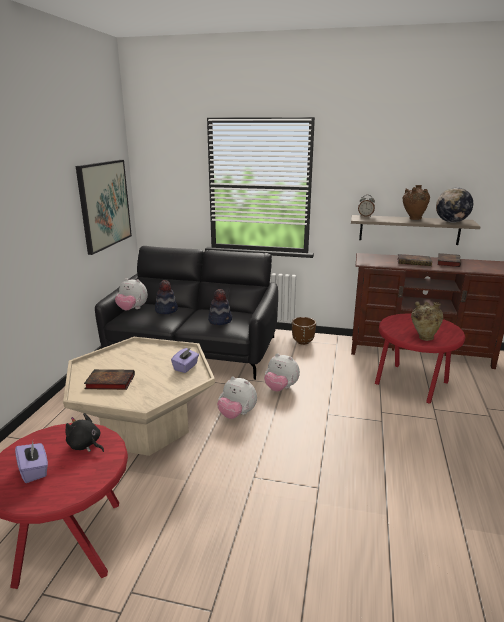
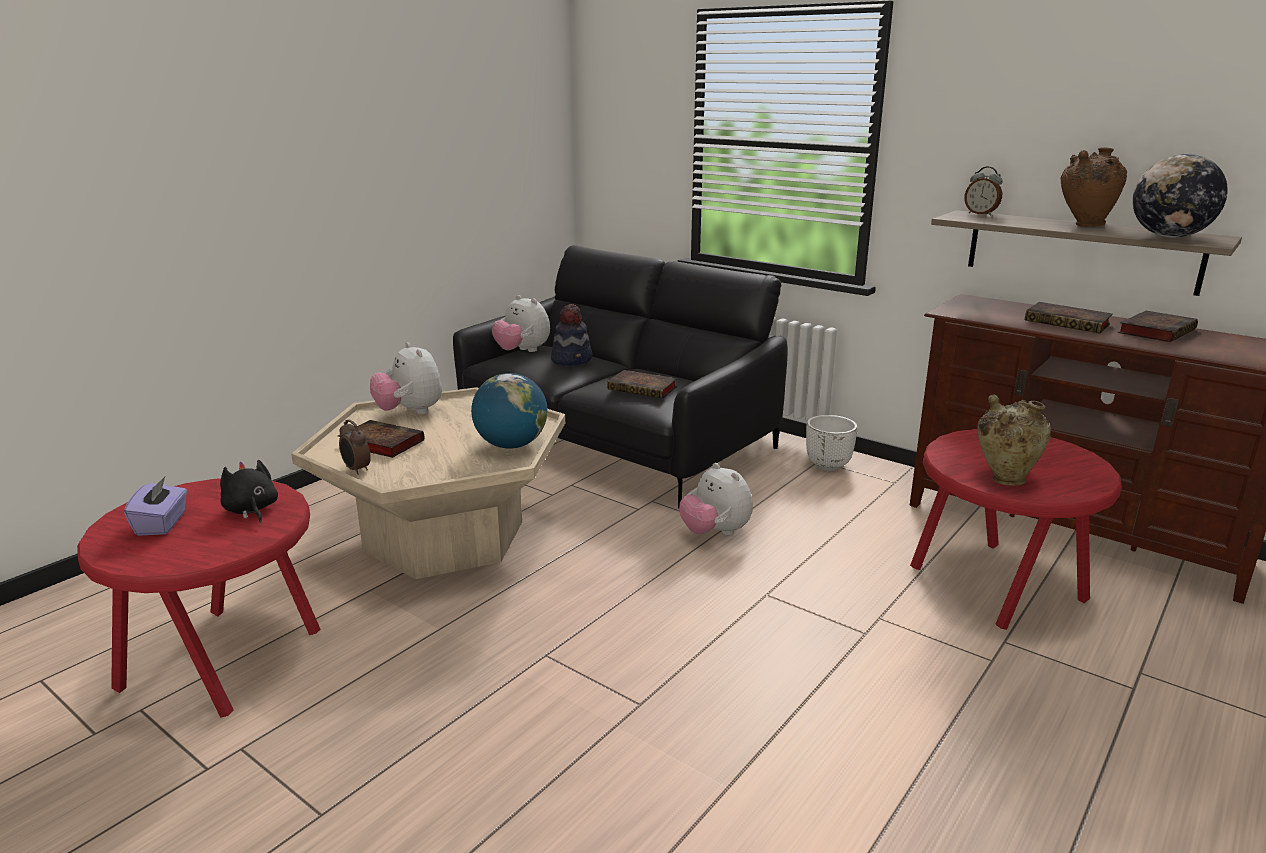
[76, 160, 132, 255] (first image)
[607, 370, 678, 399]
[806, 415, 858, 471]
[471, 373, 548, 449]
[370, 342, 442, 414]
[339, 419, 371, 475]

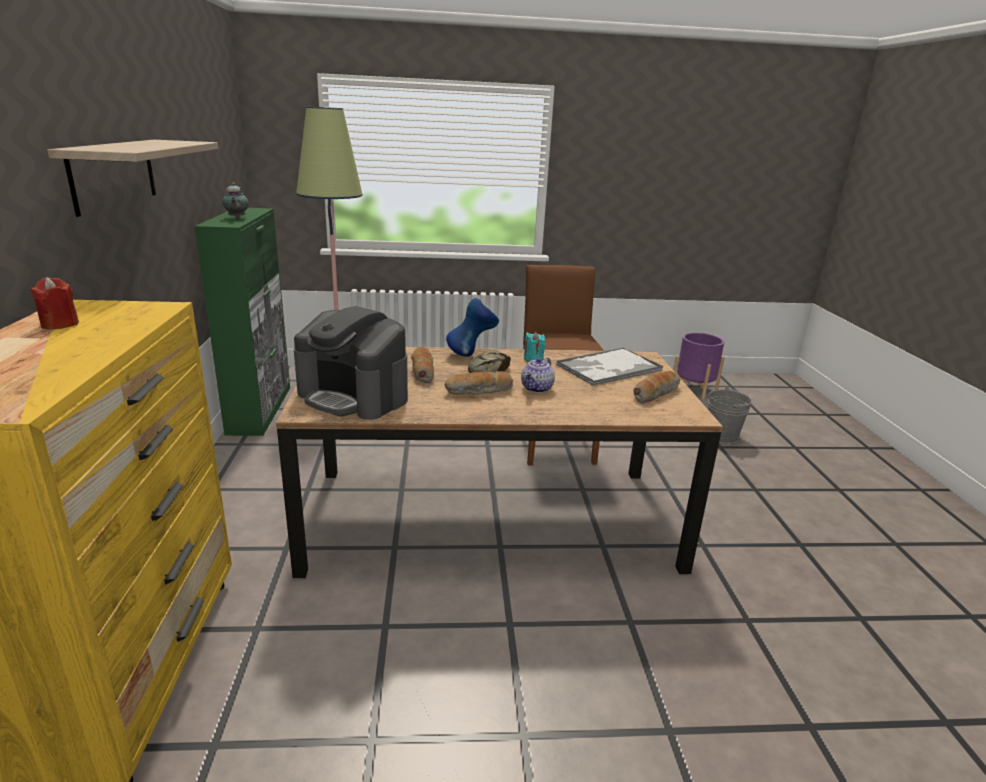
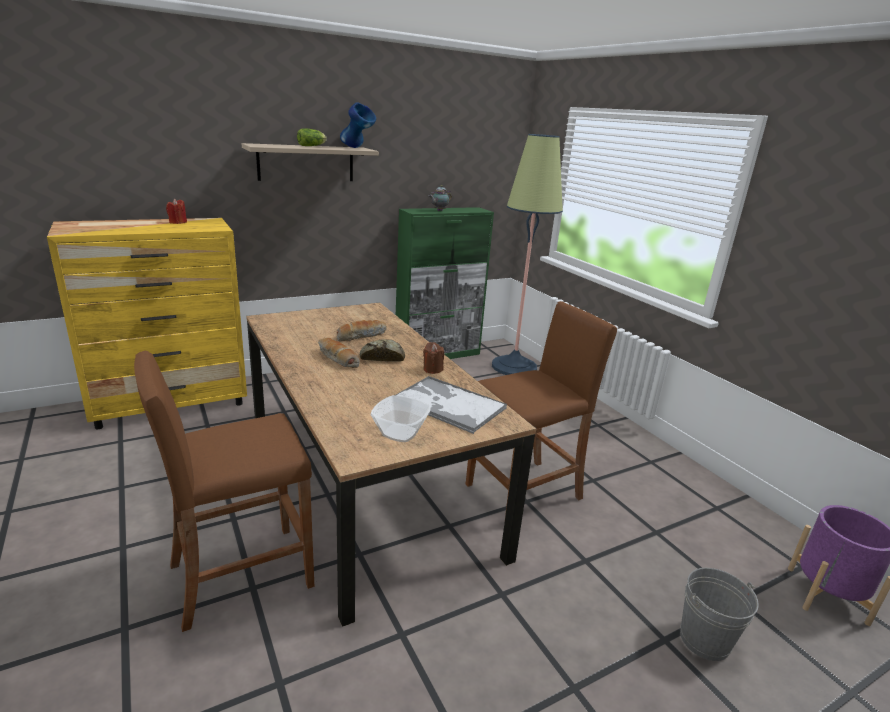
[340, 102, 376, 148]
[294, 306, 408, 420] (first image)
[423, 342, 444, 374]
[521, 357, 555, 393] (first image)
[371, 395, 430, 442]
[297, 129, 327, 146]
[134, 351, 314, 632]

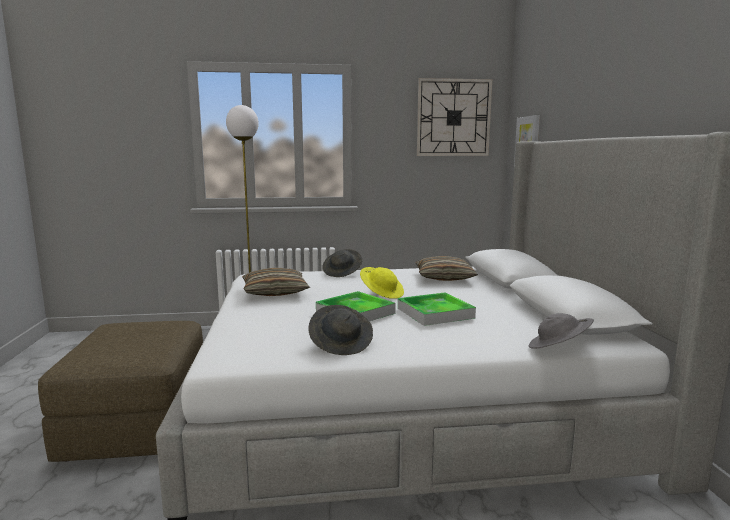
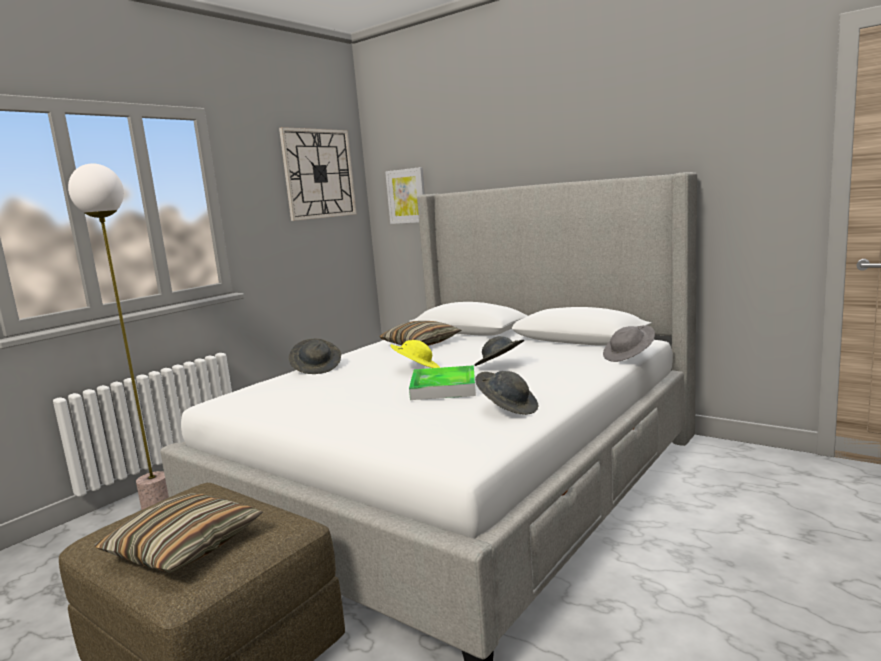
[94, 493, 263, 573]
[475, 336, 524, 366]

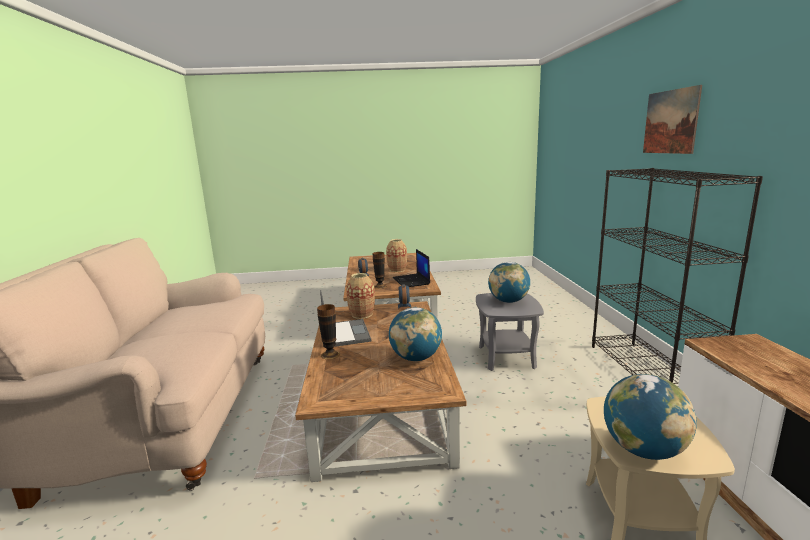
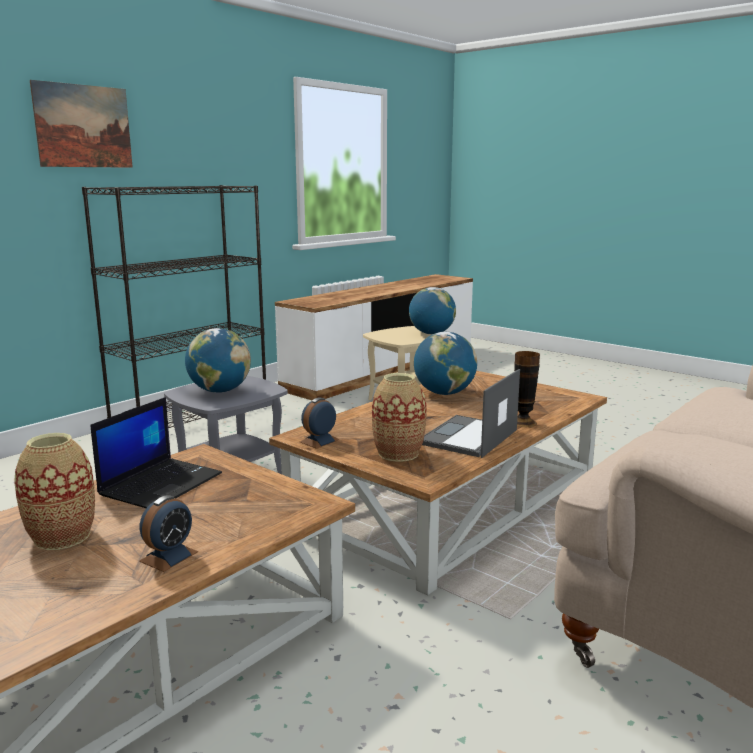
[373, 252, 387, 289] (first image)

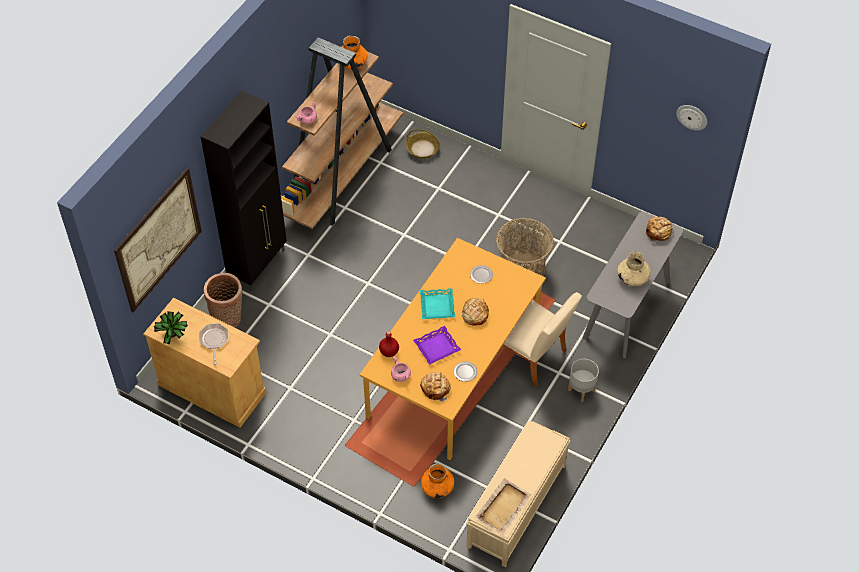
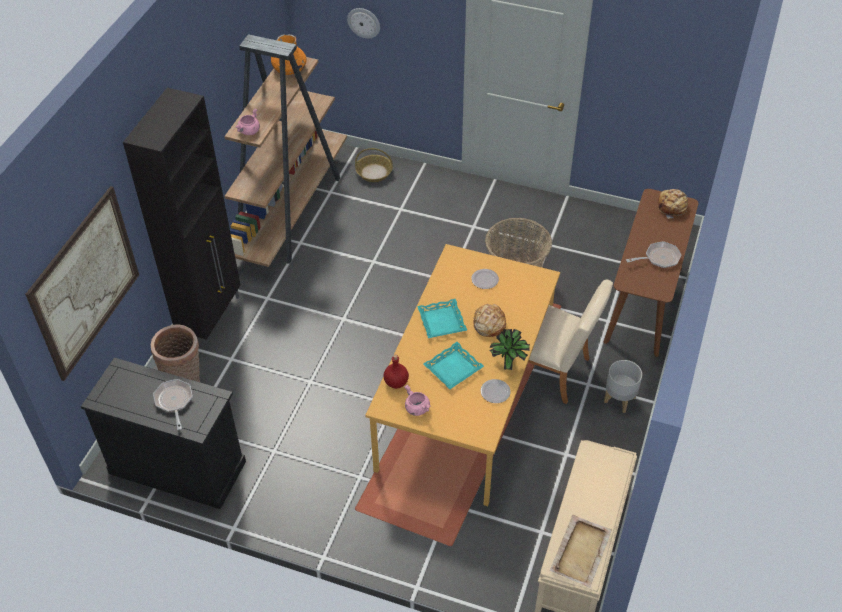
[347, 8, 380, 39]
[603, 189, 699, 357]
[626, 241, 682, 268]
[81, 357, 246, 509]
[489, 329, 530, 370]
[423, 342, 484, 389]
[420, 372, 451, 402] (first image)
[421, 463, 454, 498] (first image)

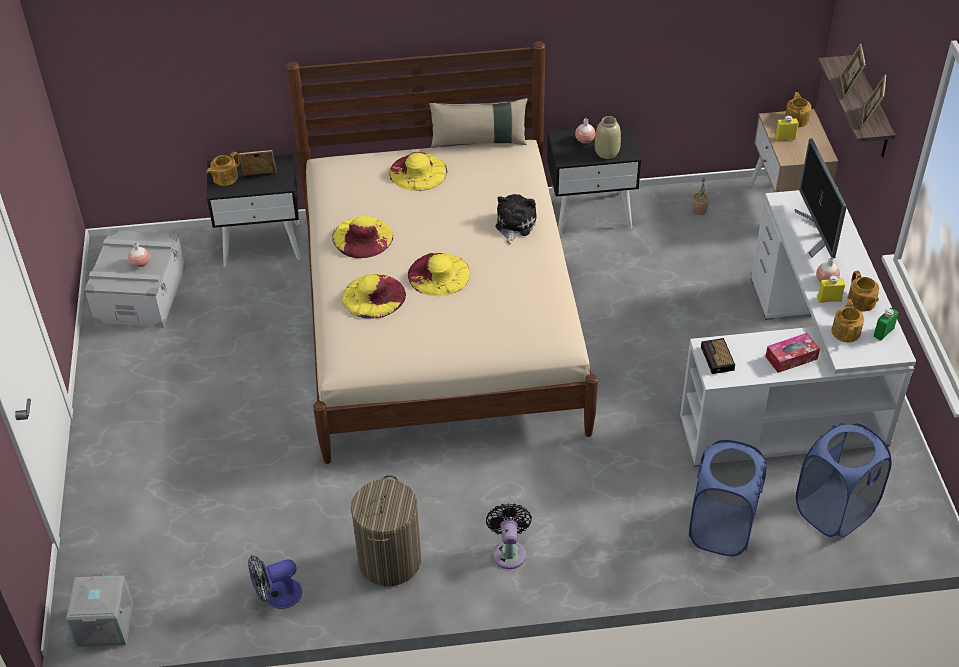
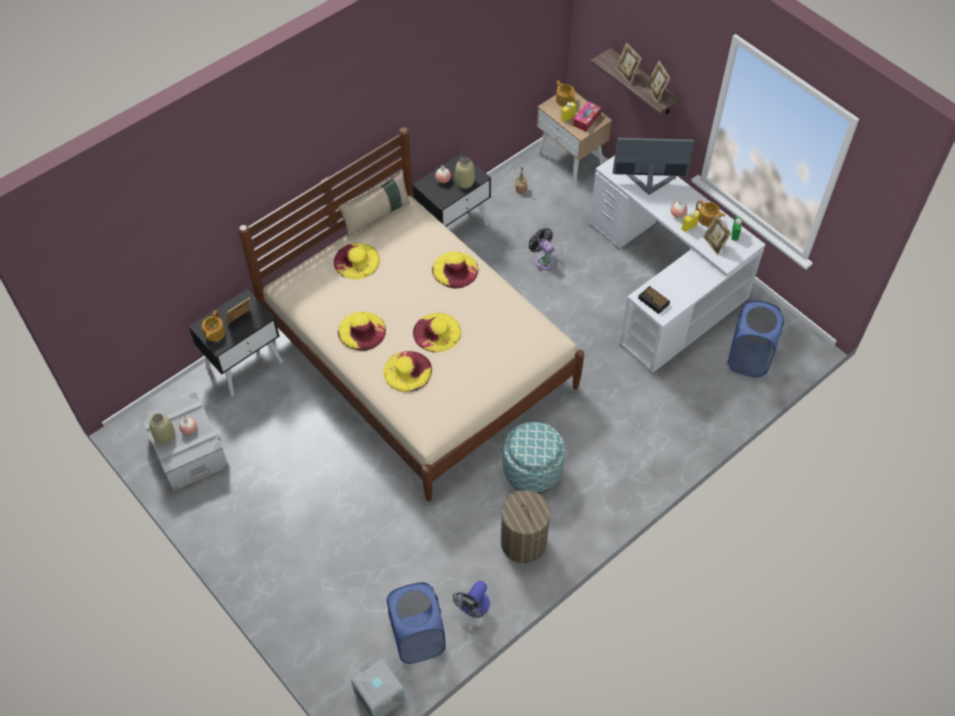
[613, 138, 695, 195]
[432, 252, 478, 288]
[703, 214, 732, 255]
[573, 101, 601, 131]
[387, 582, 446, 664]
[528, 228, 556, 270]
[149, 413, 175, 444]
[503, 422, 565, 493]

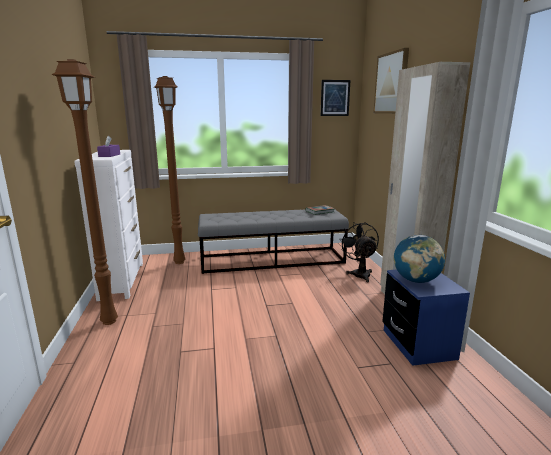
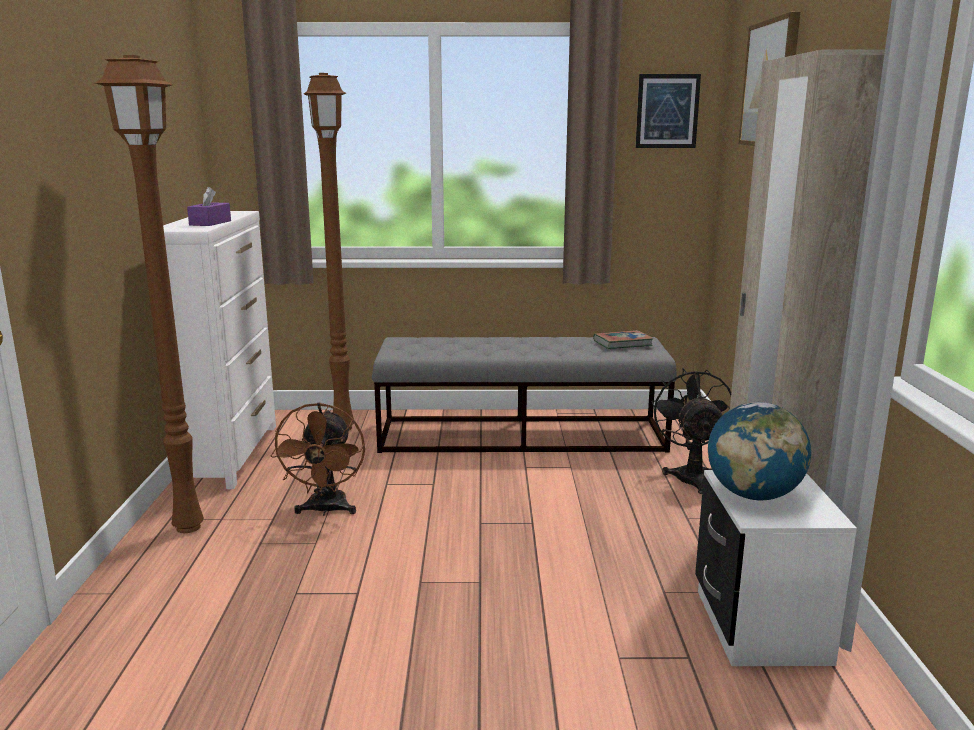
[695, 470, 857, 666]
[271, 403, 365, 516]

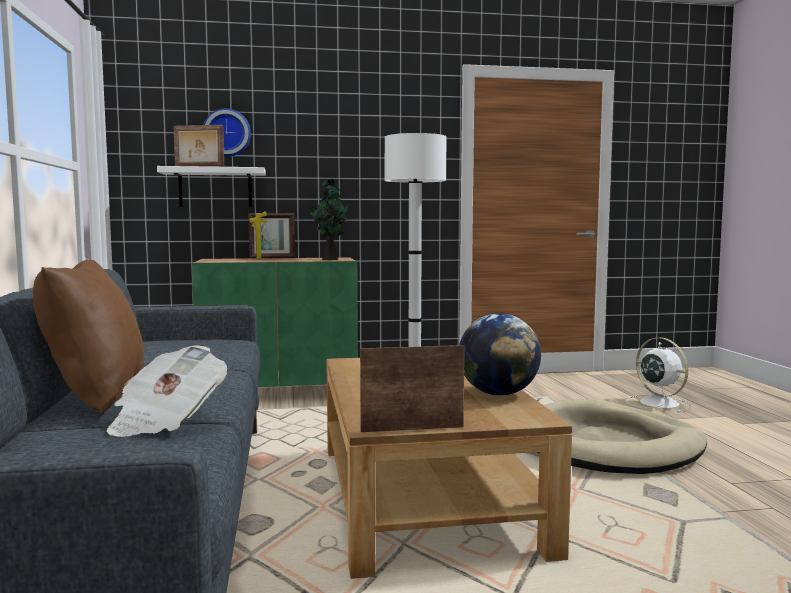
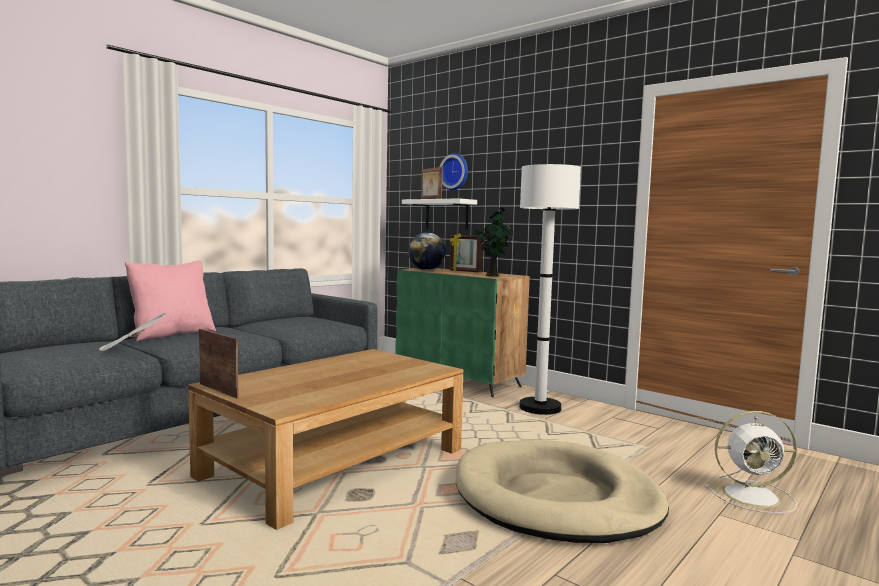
[125, 260, 216, 341]
[408, 232, 446, 270]
[705, 411, 797, 514]

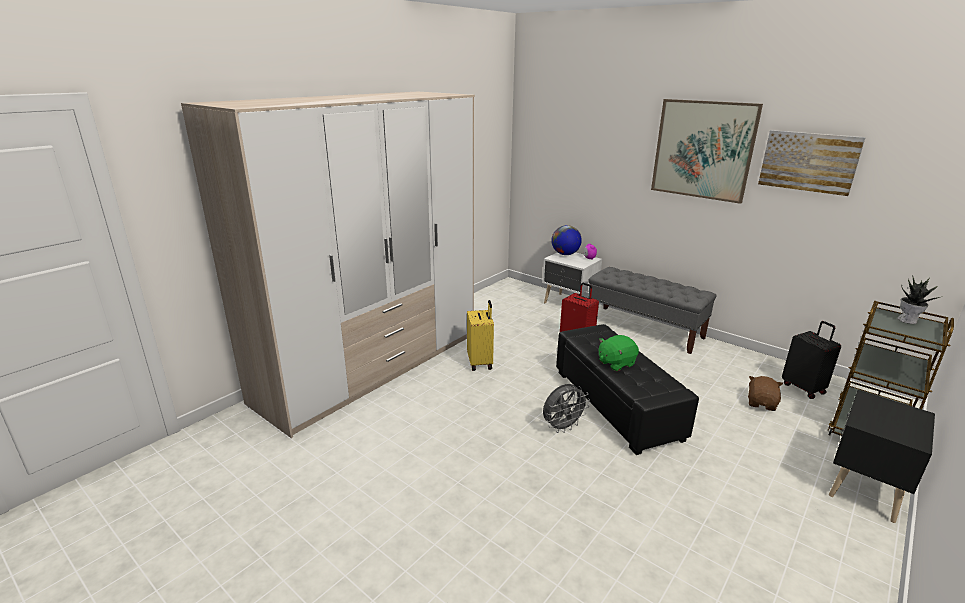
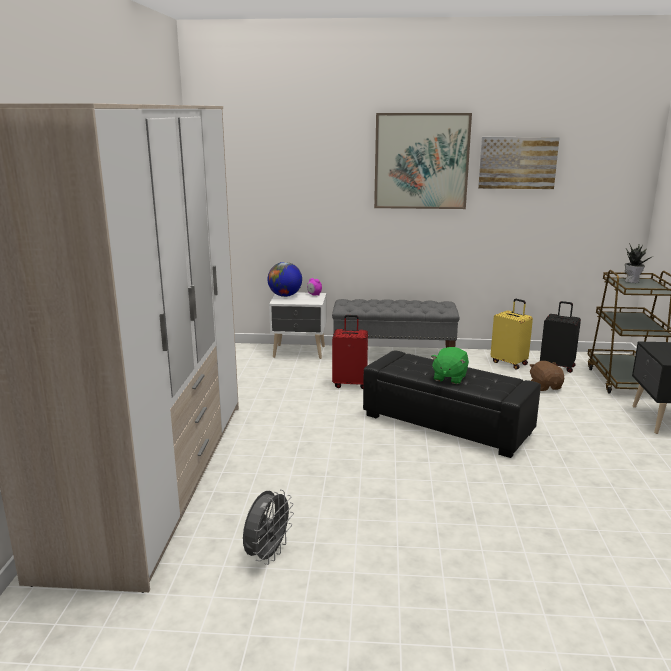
[491, 299, 533, 369]
[243, 489, 294, 565]

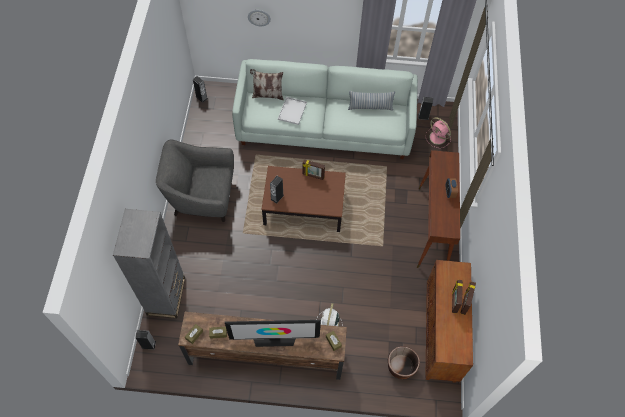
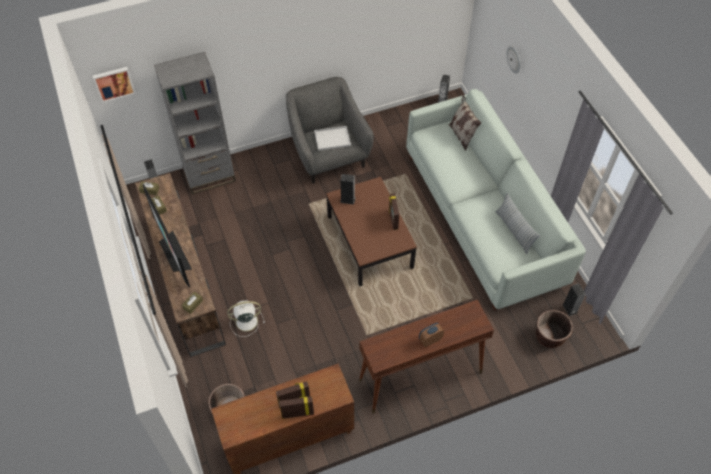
[314, 126, 351, 151]
[536, 310, 573, 348]
[93, 67, 136, 103]

